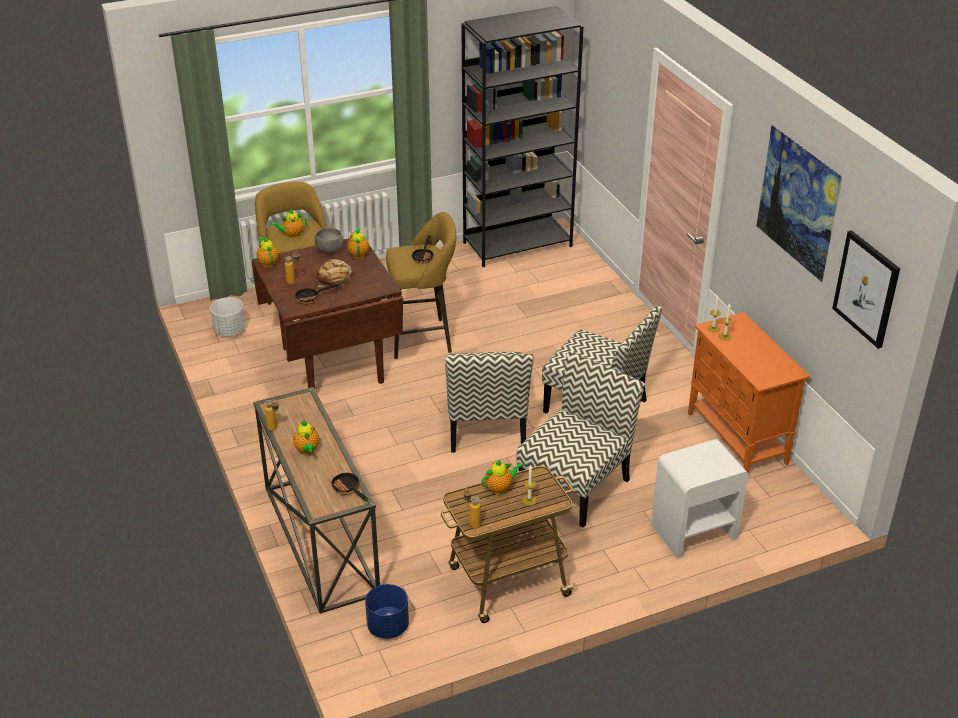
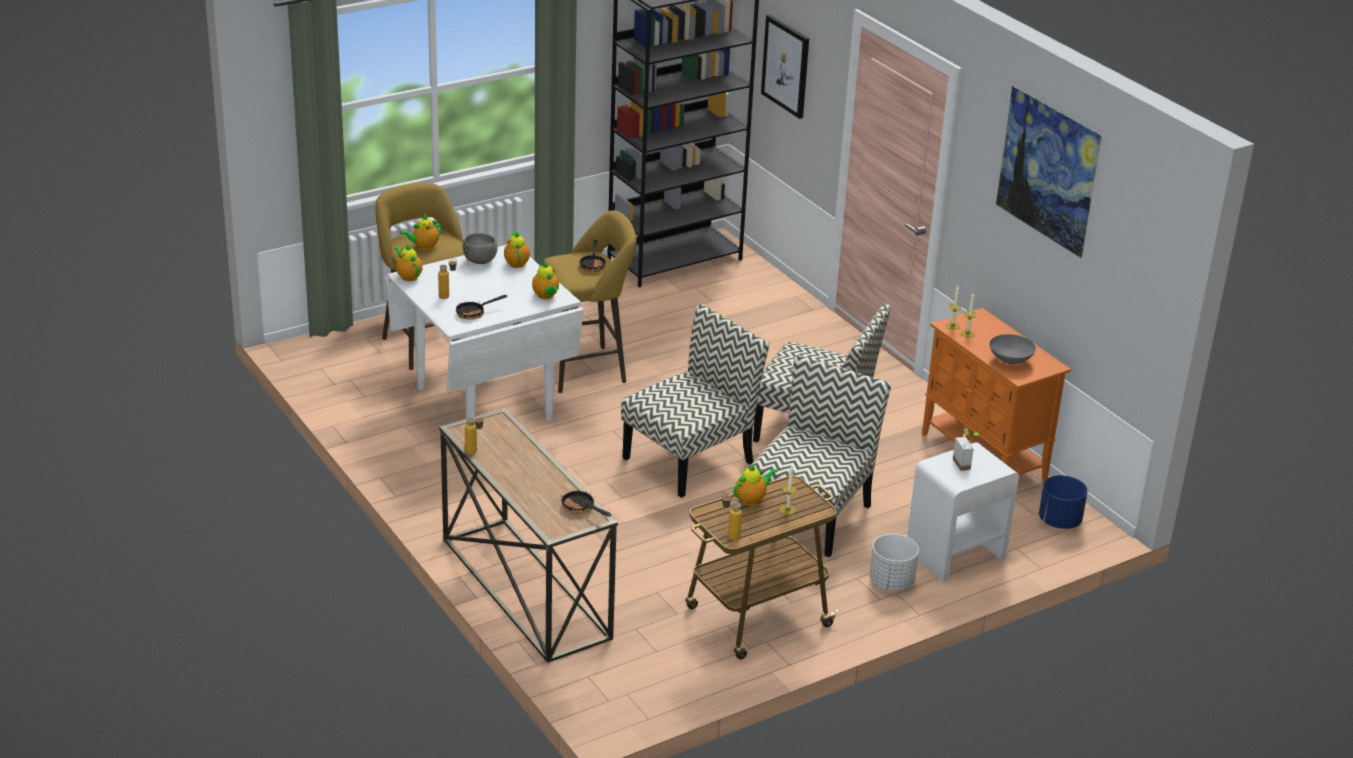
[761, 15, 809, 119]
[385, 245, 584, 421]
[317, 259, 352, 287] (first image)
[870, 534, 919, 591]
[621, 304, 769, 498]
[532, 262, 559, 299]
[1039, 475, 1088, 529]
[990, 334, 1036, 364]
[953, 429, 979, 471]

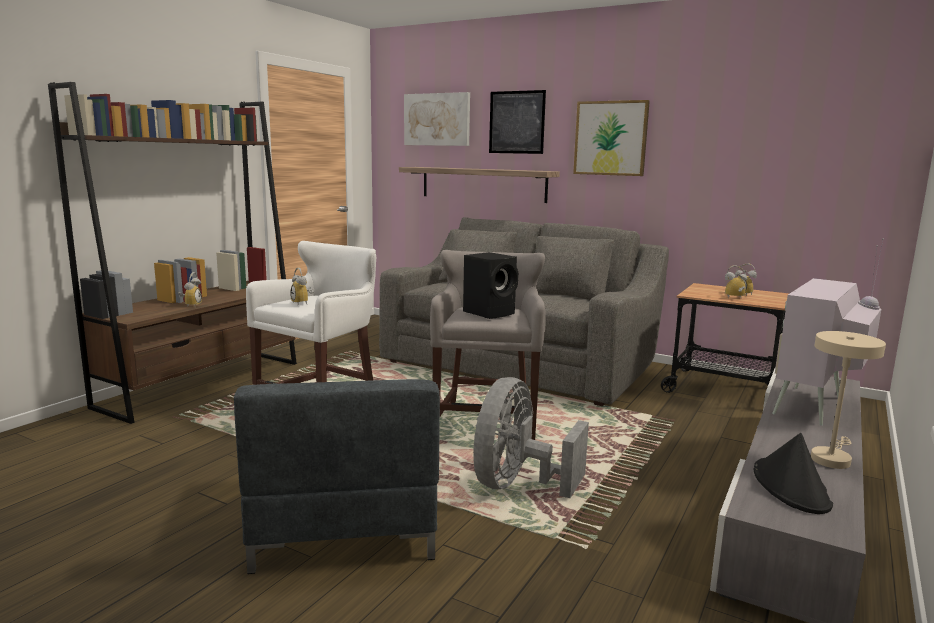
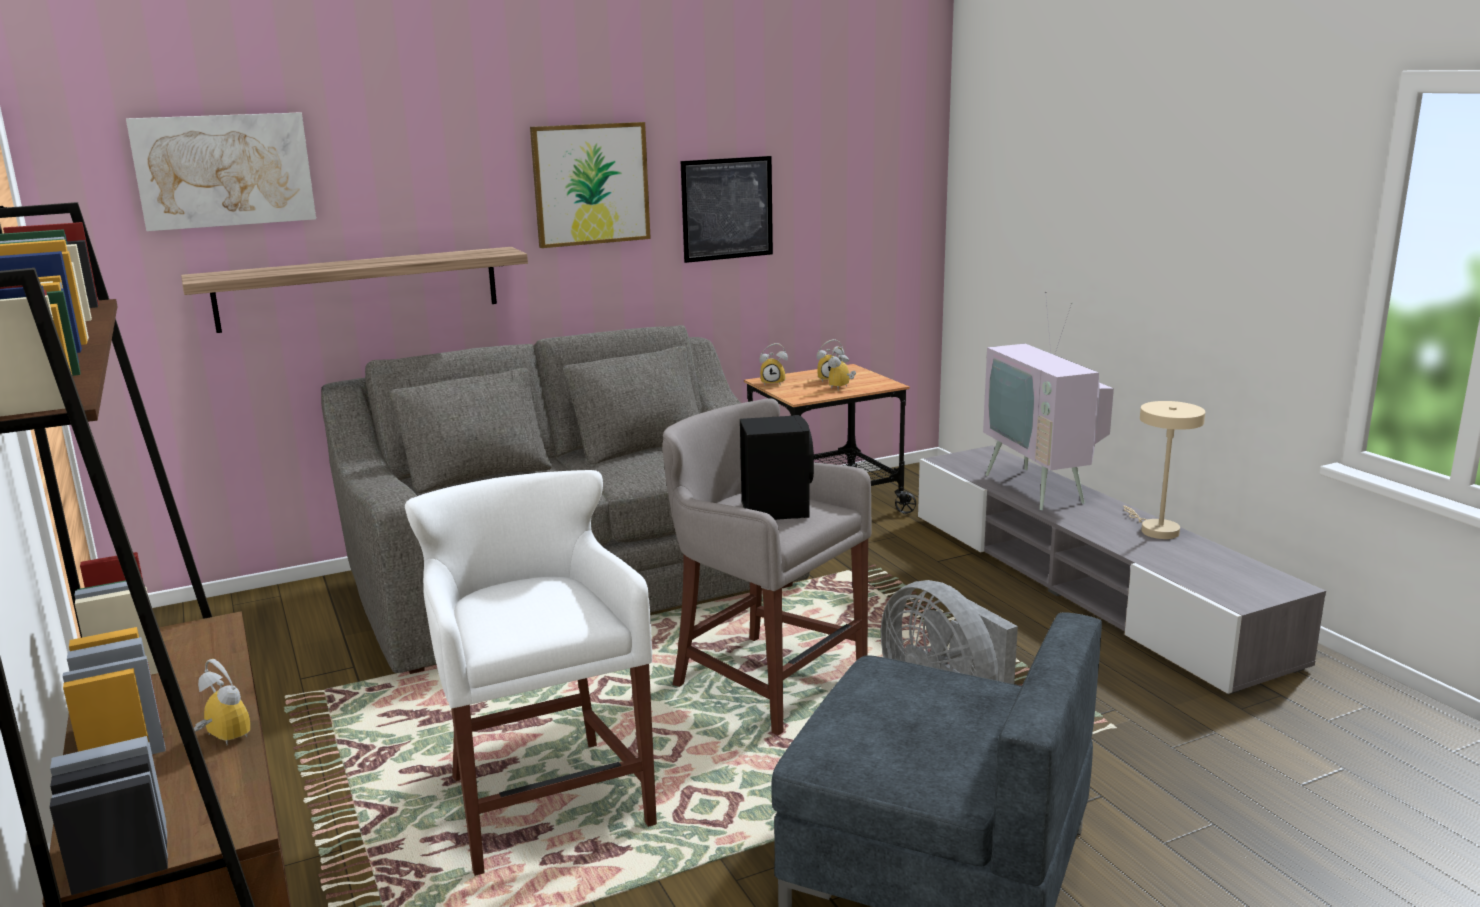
[681, 156, 773, 263]
[759, 343, 788, 386]
[754, 433, 833, 514] (first image)

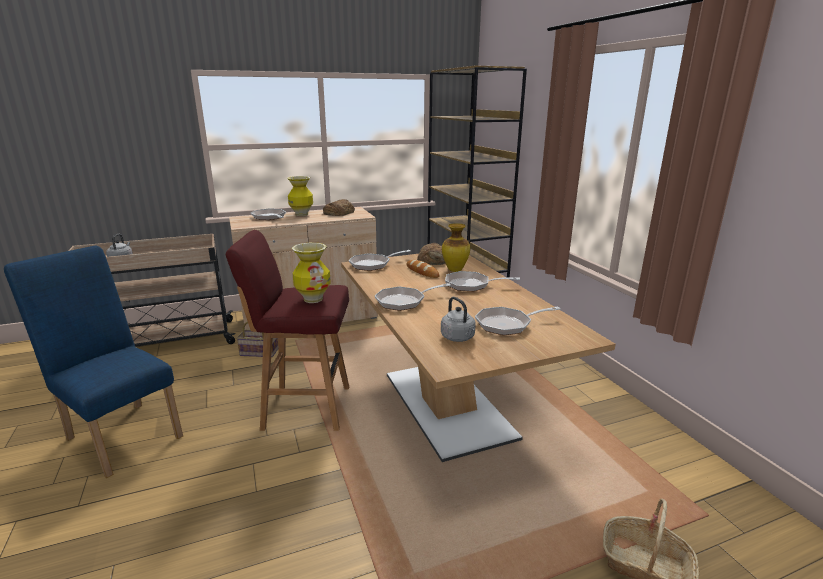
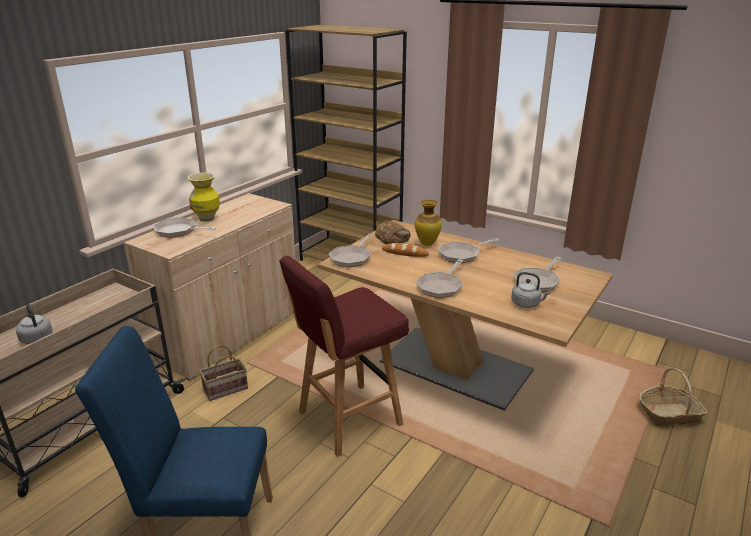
[323, 199, 355, 216] (first image)
[292, 243, 331, 303] (first image)

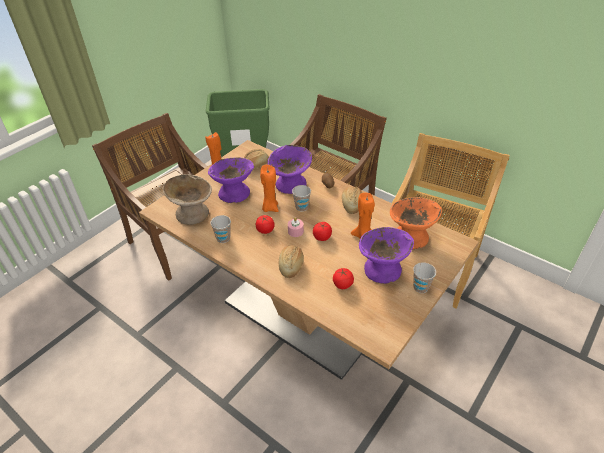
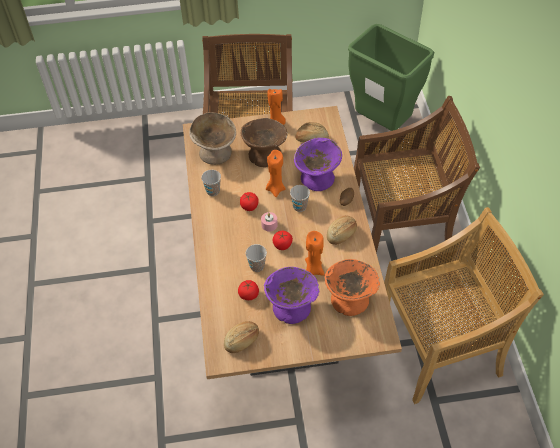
[241, 118, 288, 167]
[224, 321, 259, 353]
[246, 244, 267, 272]

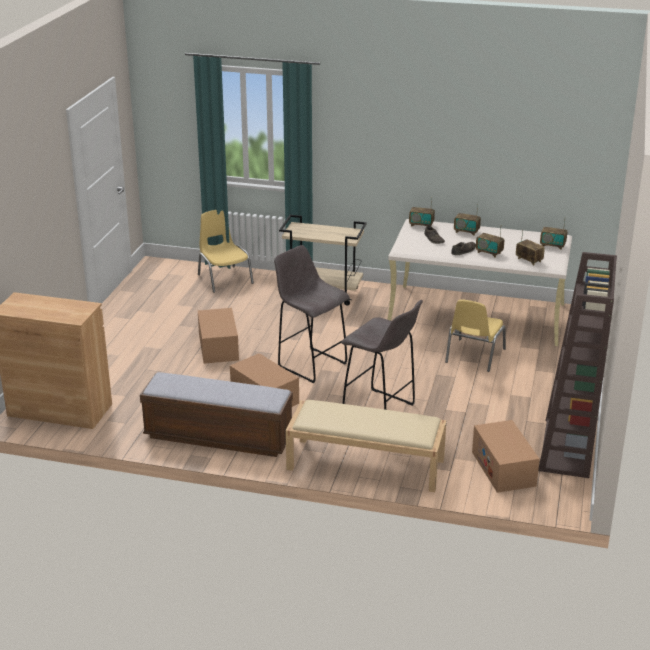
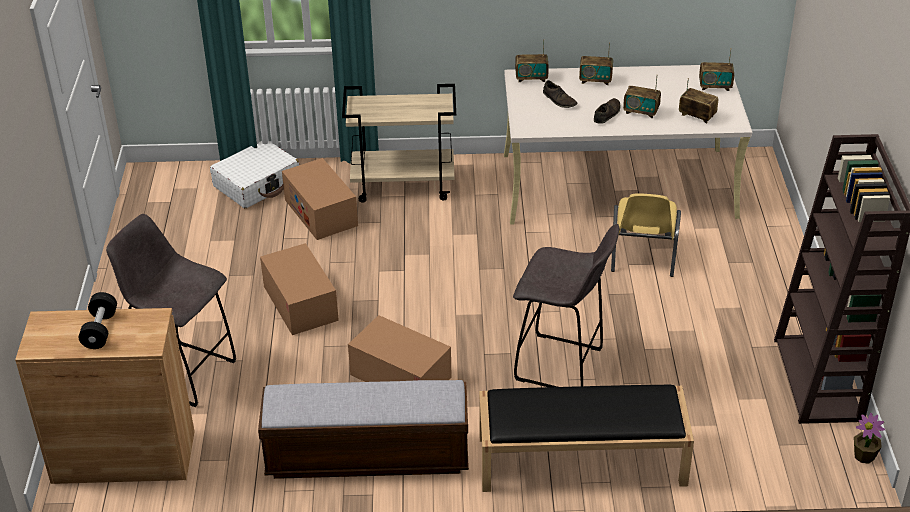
[210, 141, 299, 208]
[106, 214, 236, 407]
[479, 385, 694, 492]
[282, 158, 358, 240]
[79, 292, 117, 349]
[854, 413, 885, 464]

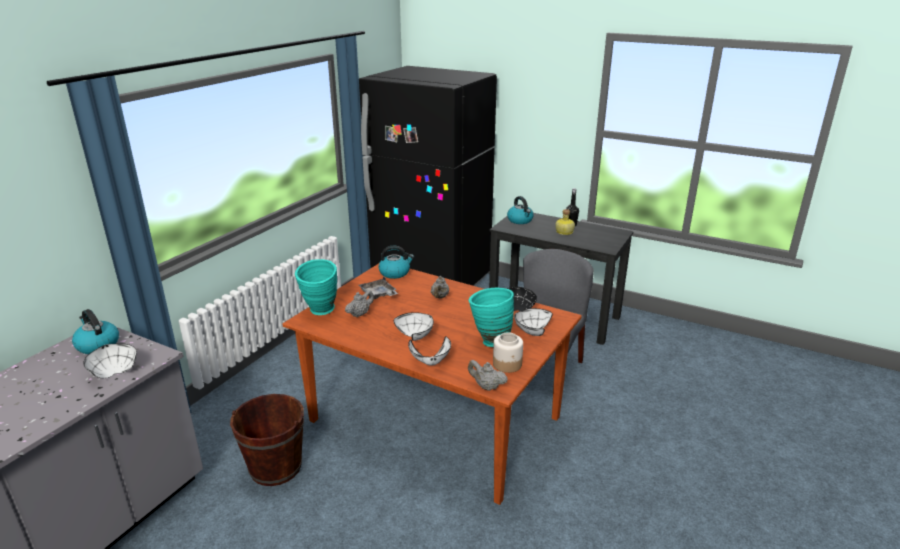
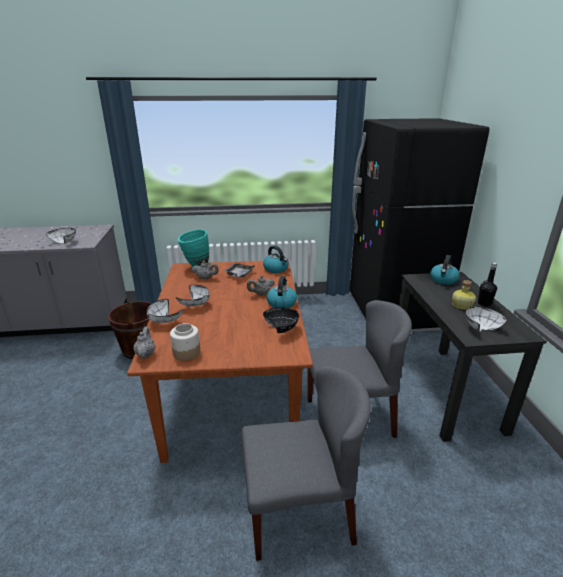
[468, 288, 514, 347] (first image)
[465, 306, 507, 332]
[267, 276, 297, 308]
[241, 366, 371, 561]

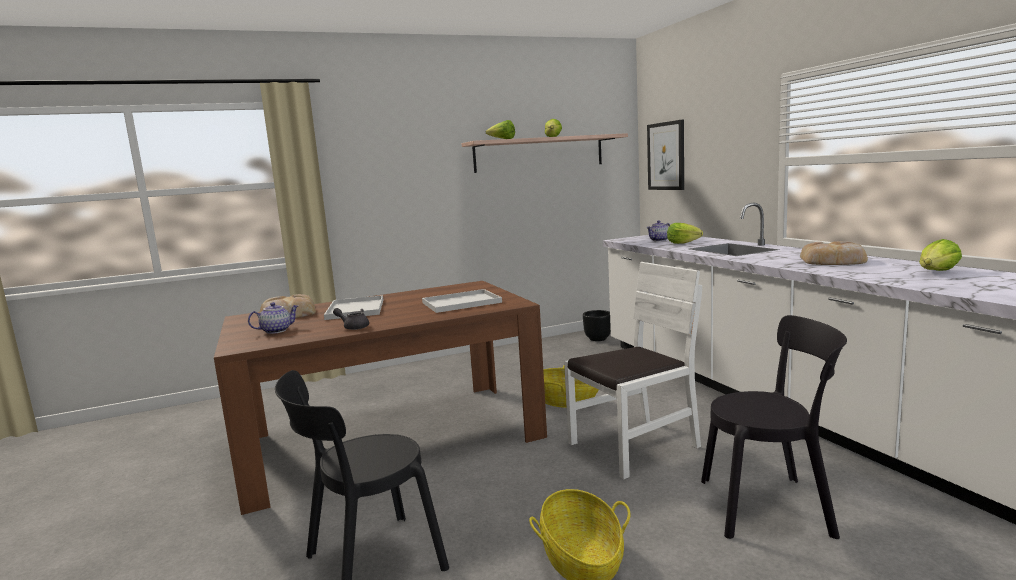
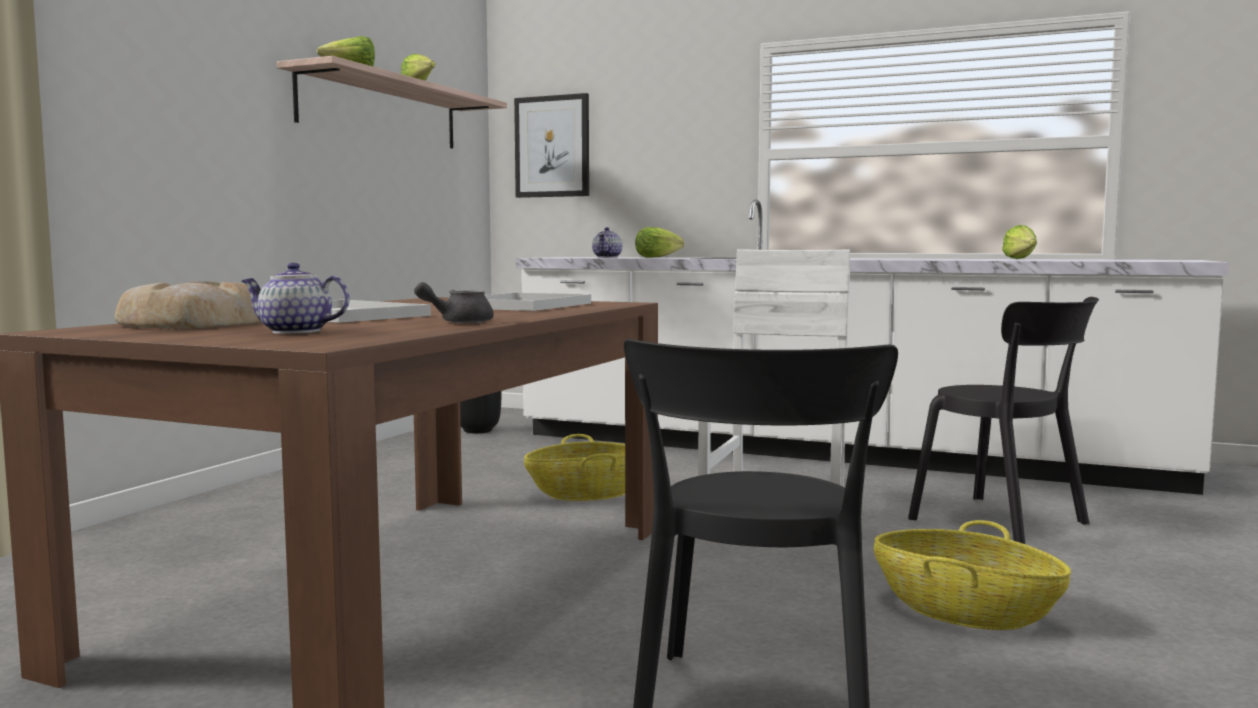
[800, 241, 868, 265] (first image)
[242, 263, 349, 334]
[908, 297, 1099, 544]

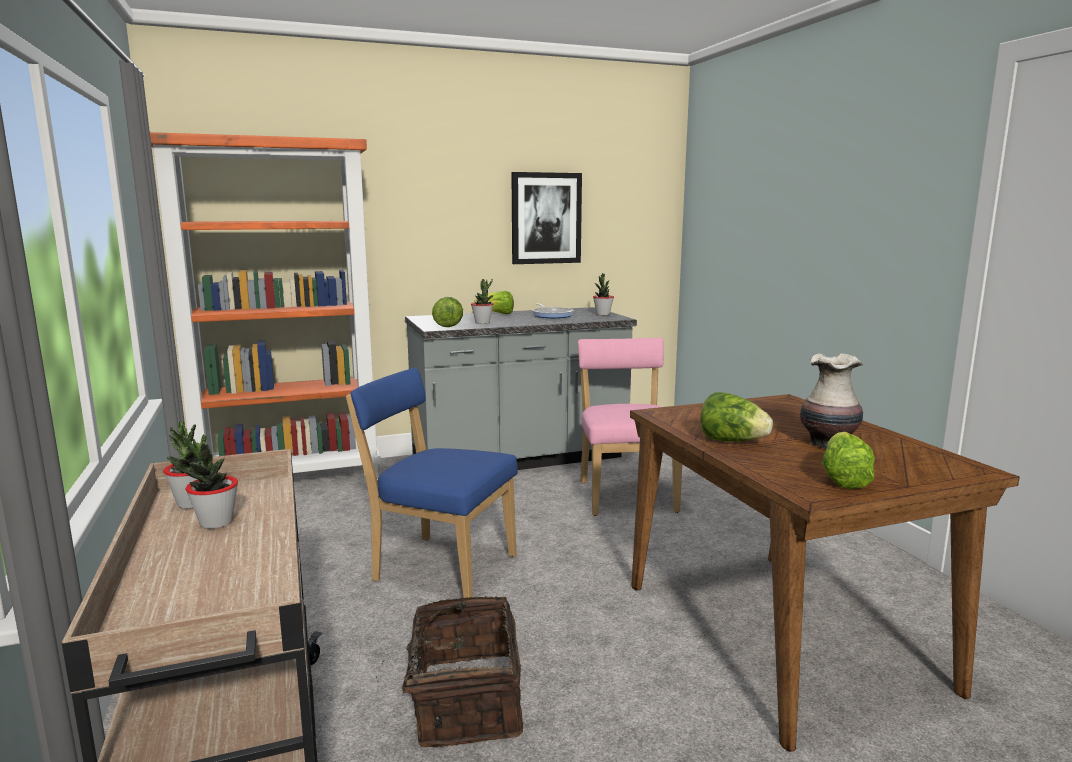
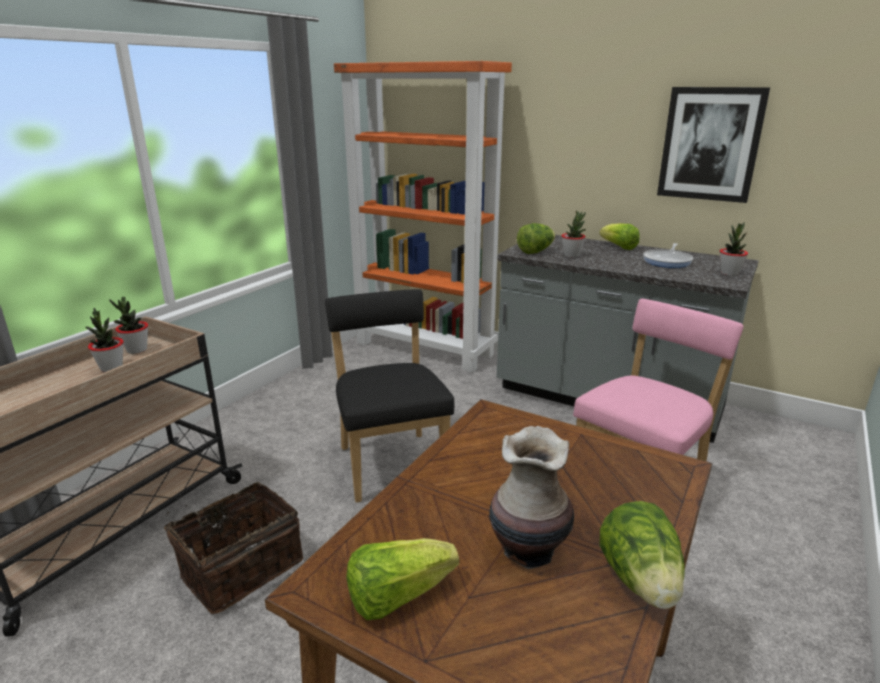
[325, 289, 454, 503]
[600, 501, 685, 609]

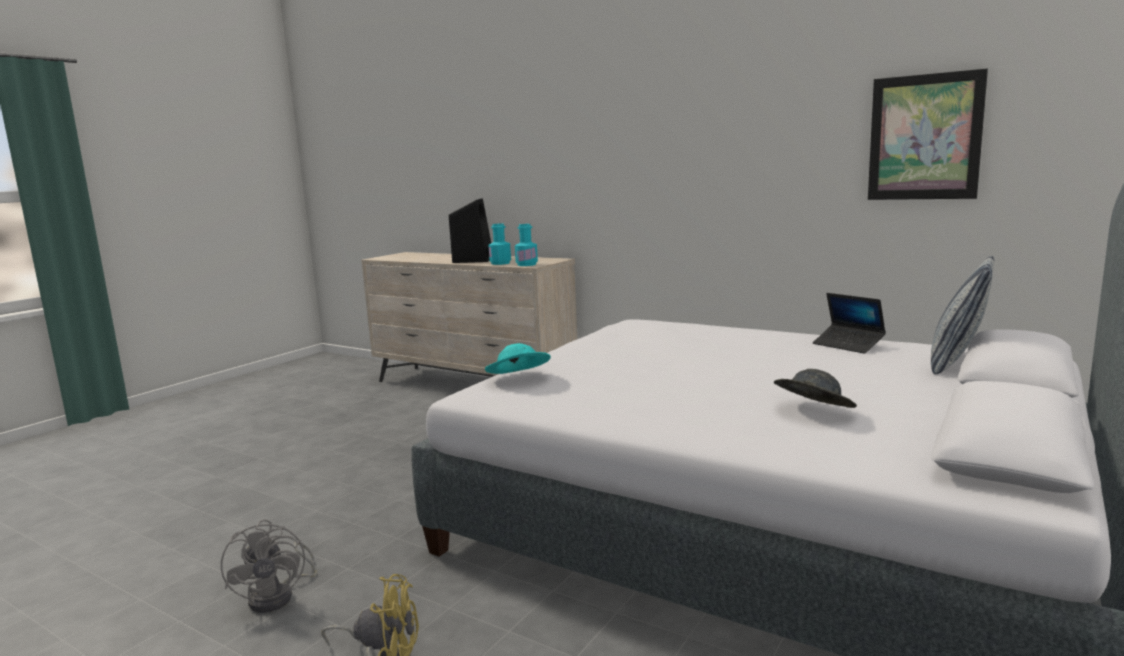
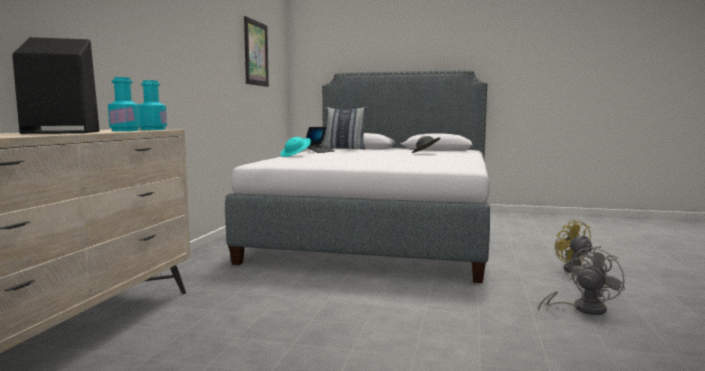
[280, 137, 311, 157]

